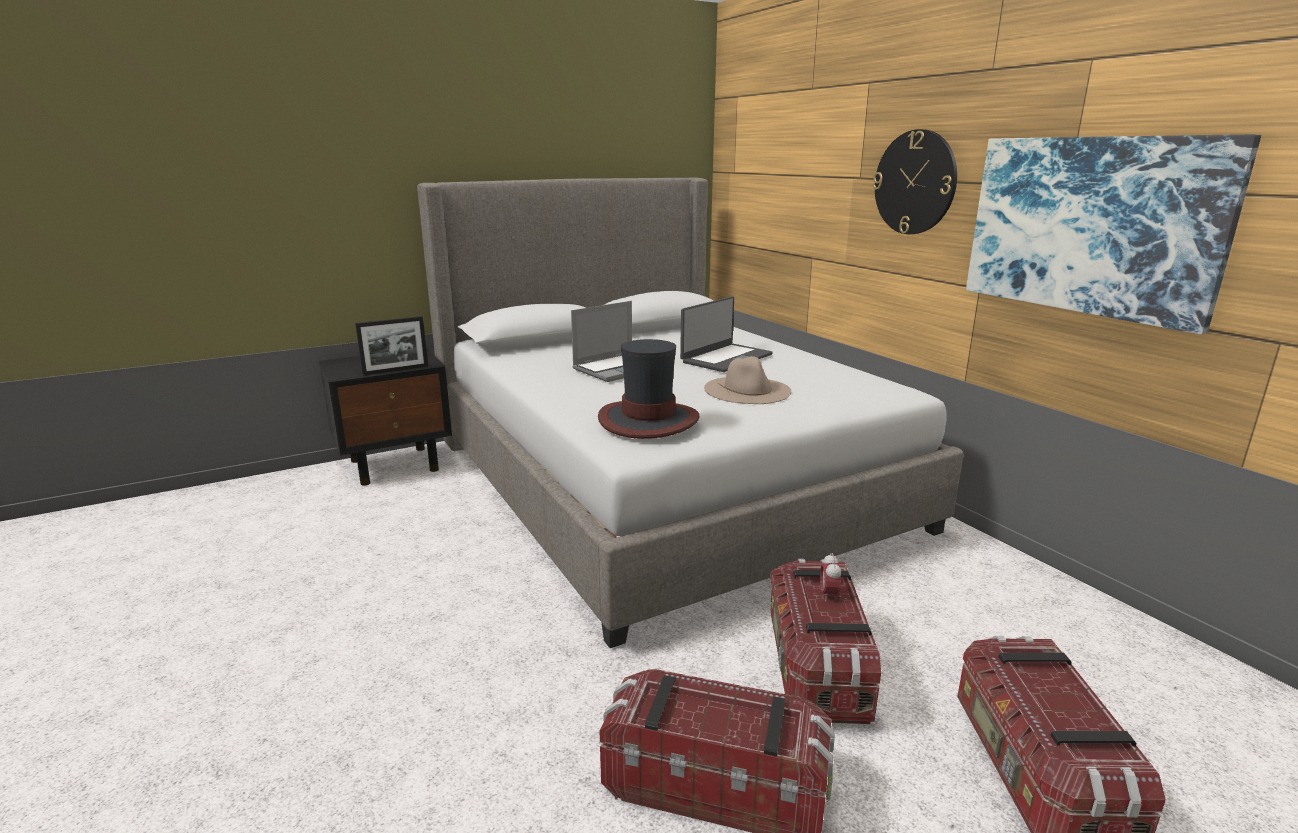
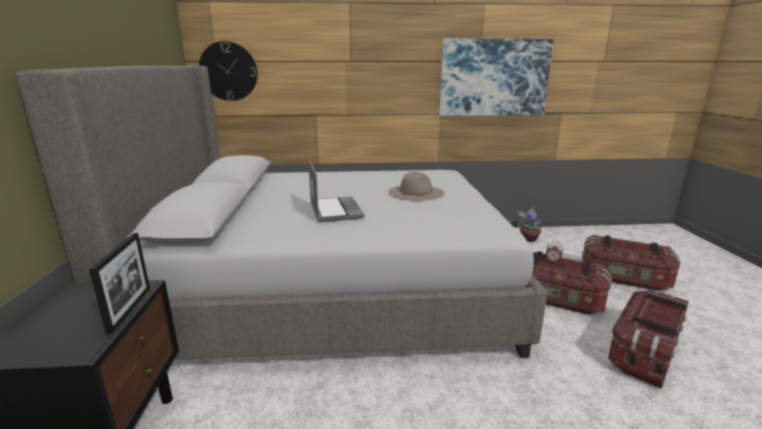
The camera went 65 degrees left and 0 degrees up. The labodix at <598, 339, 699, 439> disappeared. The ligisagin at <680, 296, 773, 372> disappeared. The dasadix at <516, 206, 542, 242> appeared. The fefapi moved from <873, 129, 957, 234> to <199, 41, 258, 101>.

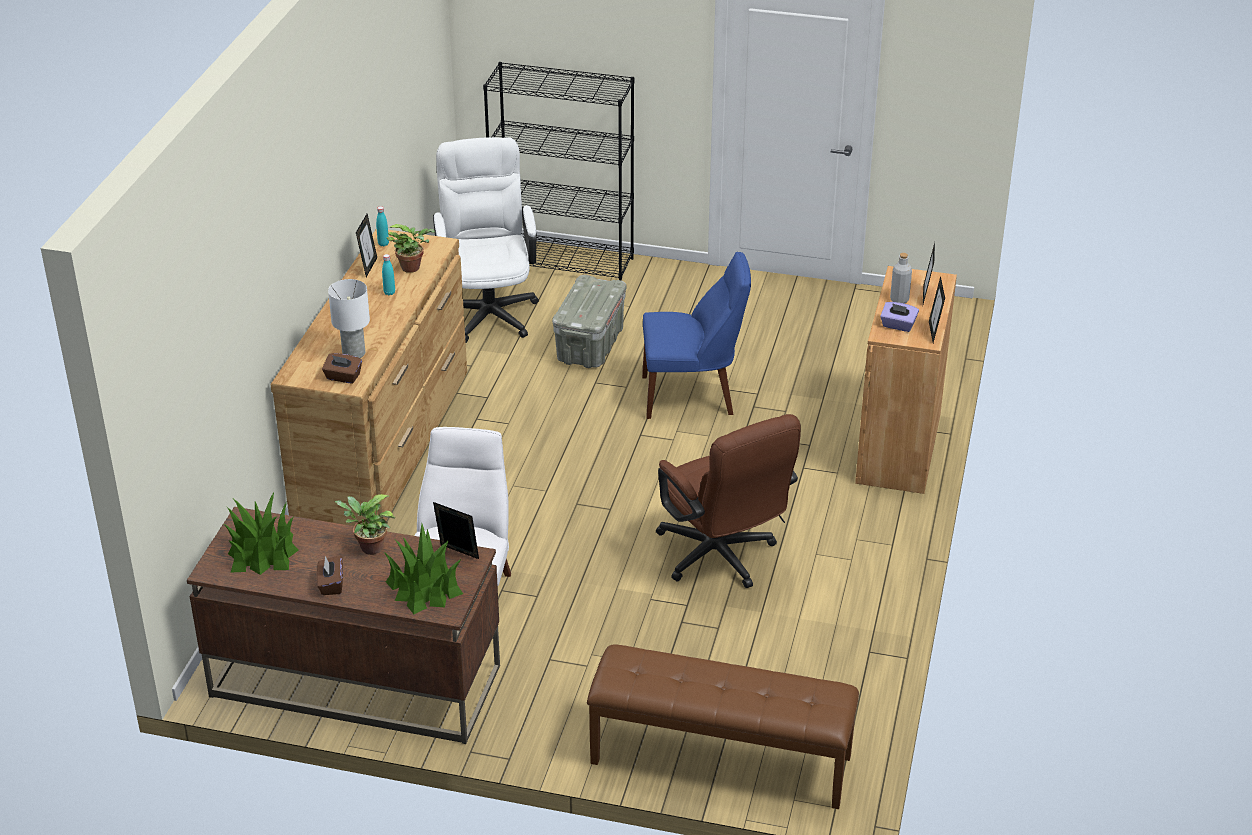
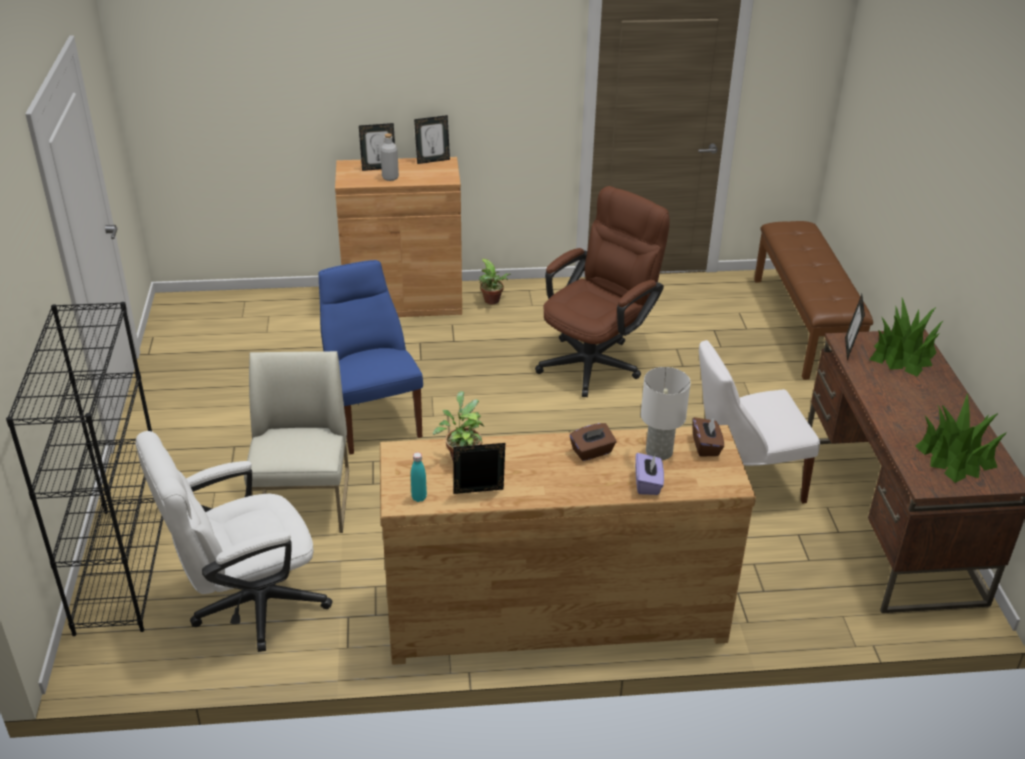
The camera went 110 degrees left and 0 degrees up. The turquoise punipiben at <382, 254, 395, 295> disappeared. The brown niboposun moved from <317, 555, 343, 595> to <570, 423, 617, 461>. The dasadix moved from <334, 494, 395, 555> to <479, 259, 510, 304>. The purple niboposun moved from <880, 302, 919, 332> to <635, 453, 664, 495>. The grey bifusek at <552, 275, 626, 368> was replaced by the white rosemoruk at <244, 351, 349, 533>.

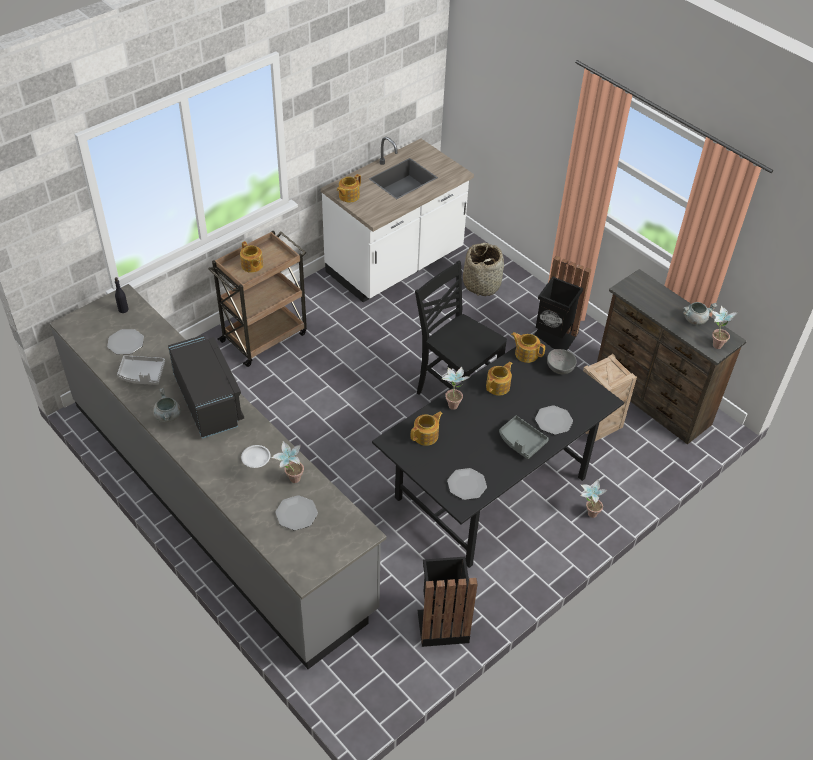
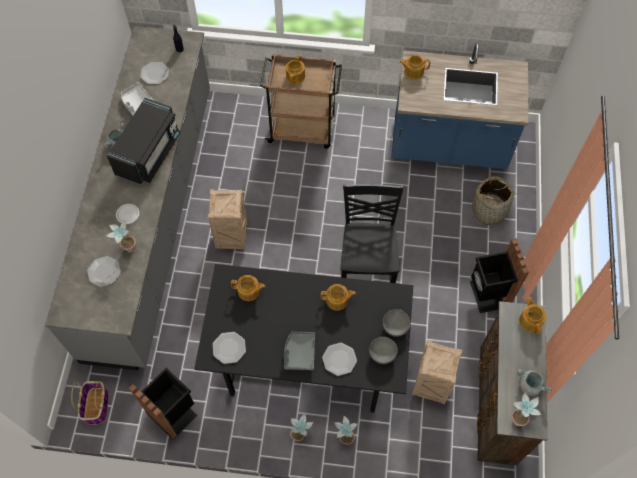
The camera went 50 degrees right and 15 degrees up. The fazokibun at <71, 381, 108, 425> appeared. The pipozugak at <208, 189, 247, 249> appeared. The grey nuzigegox at <369, 337, 398, 364> appeared. The dasadix moved from <442, 366, 469, 410> to <290, 414, 313, 441>. The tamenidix moved from <511, 332, 545, 363> to <519, 297, 546, 334>. The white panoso at <321, 137, 474, 302> became the blue panoso at <392, 43, 528, 169>.

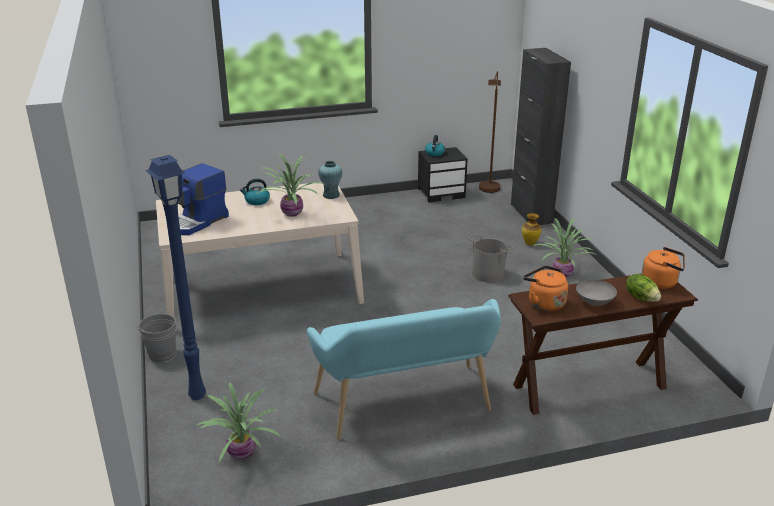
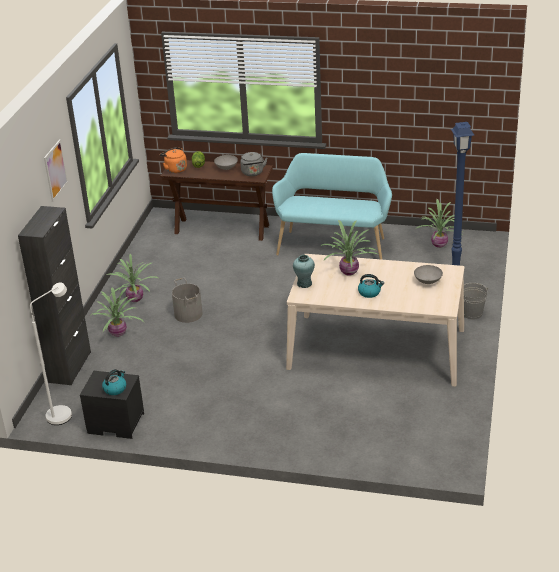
The camera went 150 degrees left and 5 degrees up. The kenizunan at <44, 139, 68, 202> appeared. The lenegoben at <178, 163, 229, 235> was replaced by the grey nuzigegox at <414, 265, 443, 284>. The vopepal at <522, 213, 541, 245> was replaced by the dasadix at <91, 287, 144, 337>. The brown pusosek at <479, 71, 501, 193> became the white pusosek at <30, 282, 72, 425>. The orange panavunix at <523, 266, 568, 311> became the grey panavunix at <240, 152, 267, 176>.

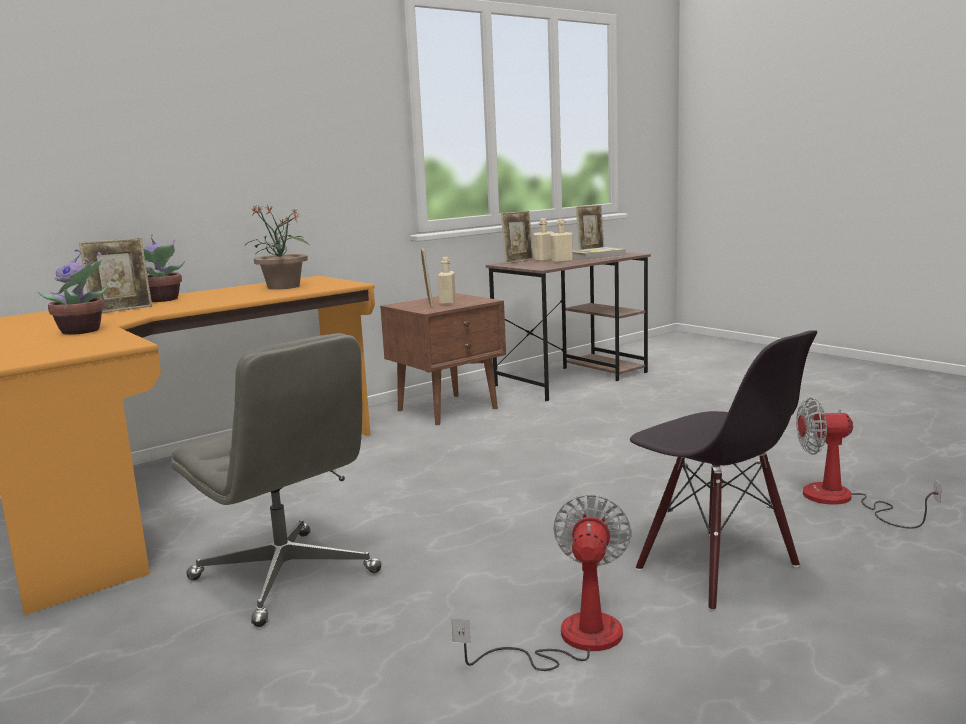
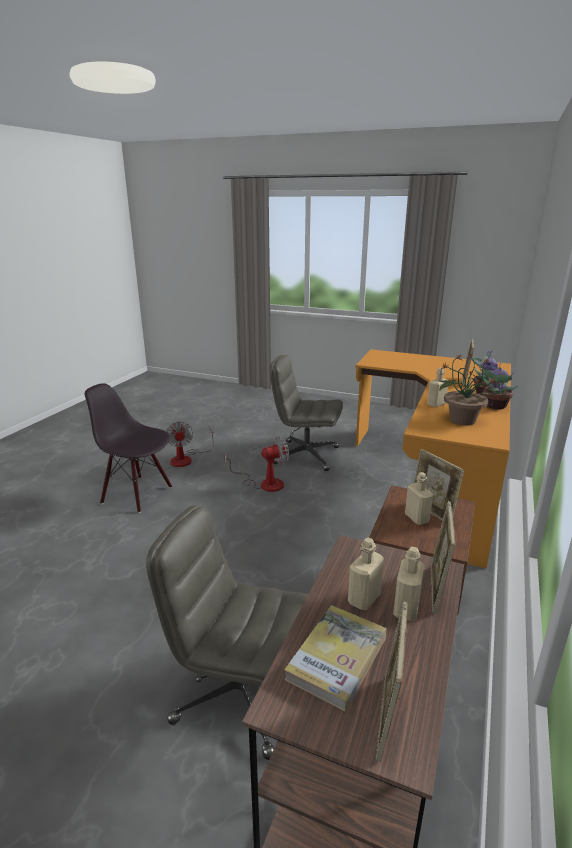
The camera went 150 degrees right and 10 degrees up. The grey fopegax at <146, 505, 308, 760> appeared. The beige punipiben at <427, 368, 448, 407> appeared. The dasadix moved from <37, 249, 109, 335> to <479, 363, 517, 410>. The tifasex moved from <796, 397, 942, 529> to <224, 437, 289, 492>.

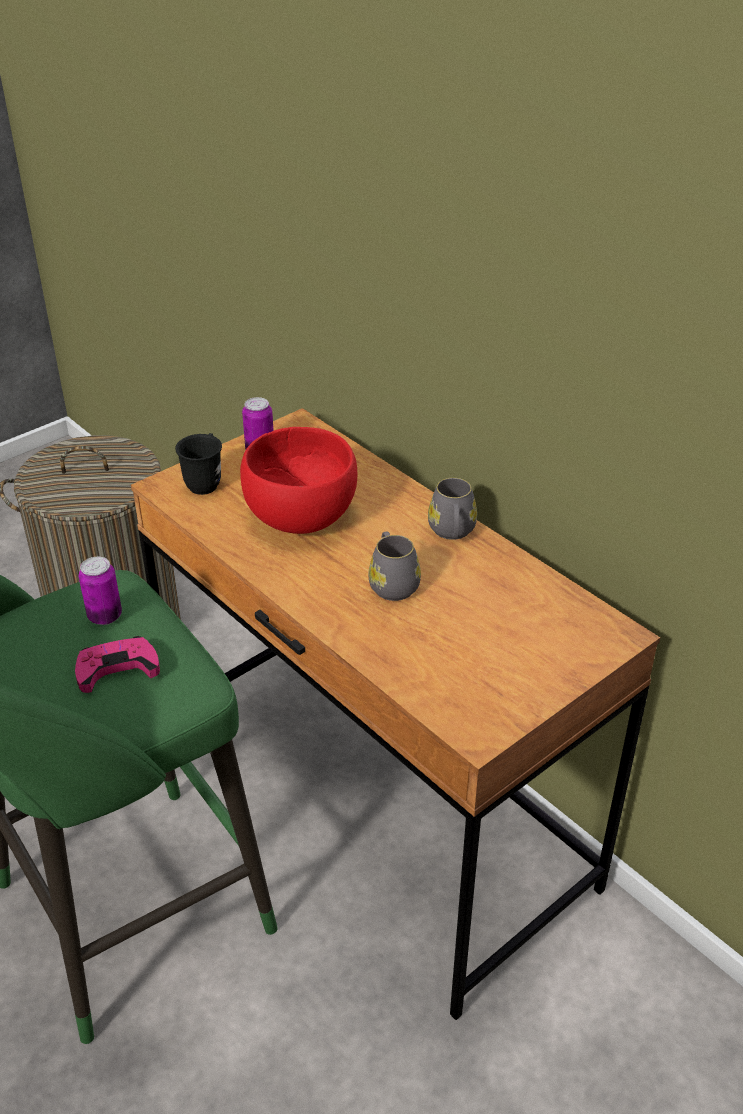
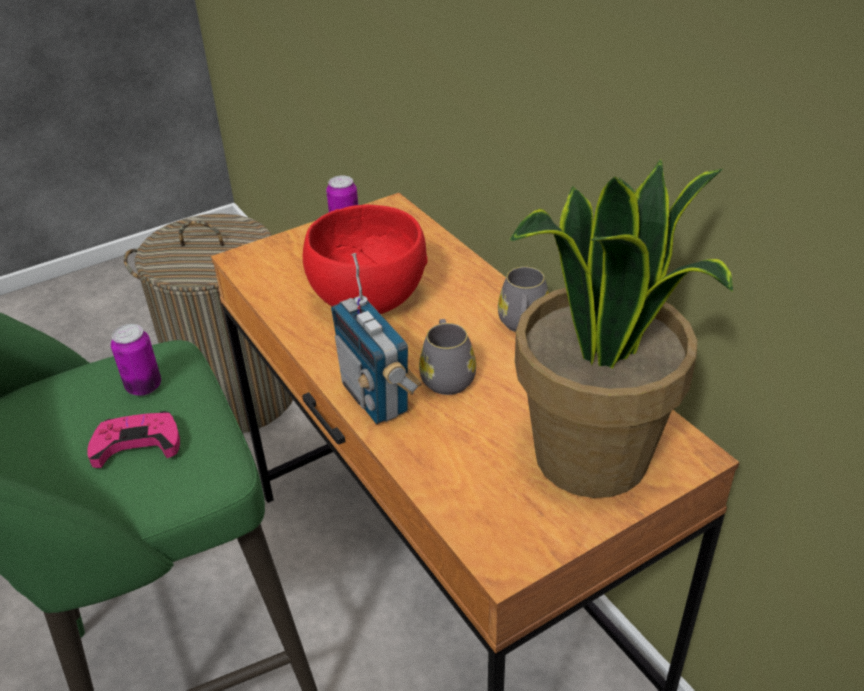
The camera went 10 degrees right and 0 degrees up. The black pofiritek at <175, 433, 222, 495> disappeared. The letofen at <331, 253, 422, 424> appeared. The dasadix at <509, 159, 733, 498> appeared.

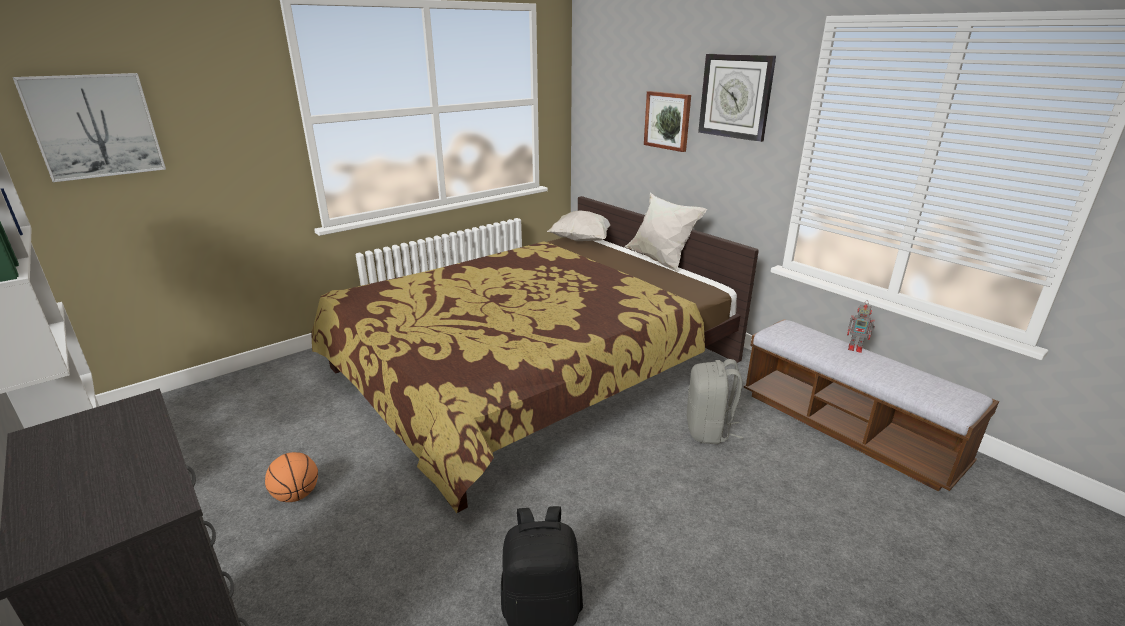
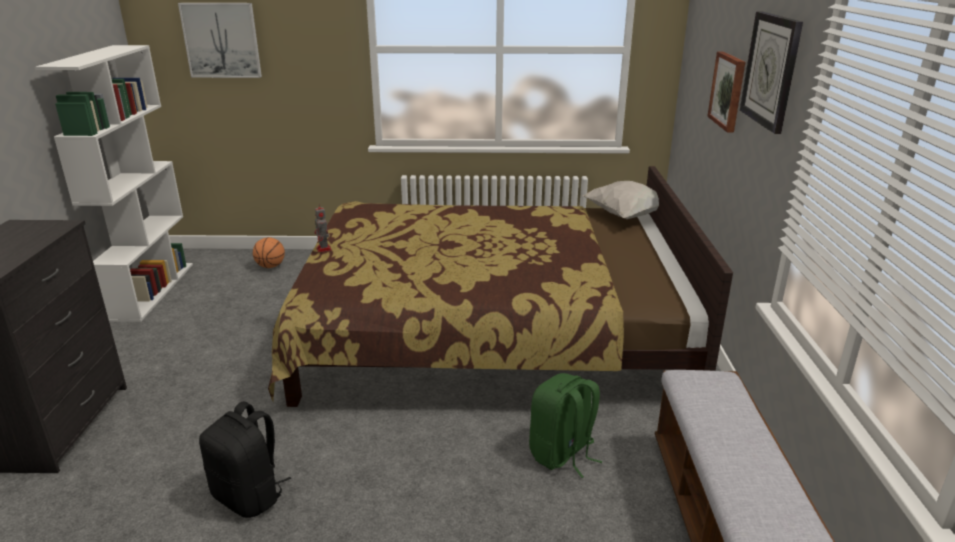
The camera went 40 degrees right and 0 degrees up. The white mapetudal at <625, 192, 707, 272> disappeared. The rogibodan moved from <265, 452, 318, 502> to <253, 237, 285, 268>. The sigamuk moved from <847, 301, 875, 353> to <314, 204, 332, 253>. The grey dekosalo at <686, 359, 743, 445> became the green dekosalo at <529, 373, 602, 478>.

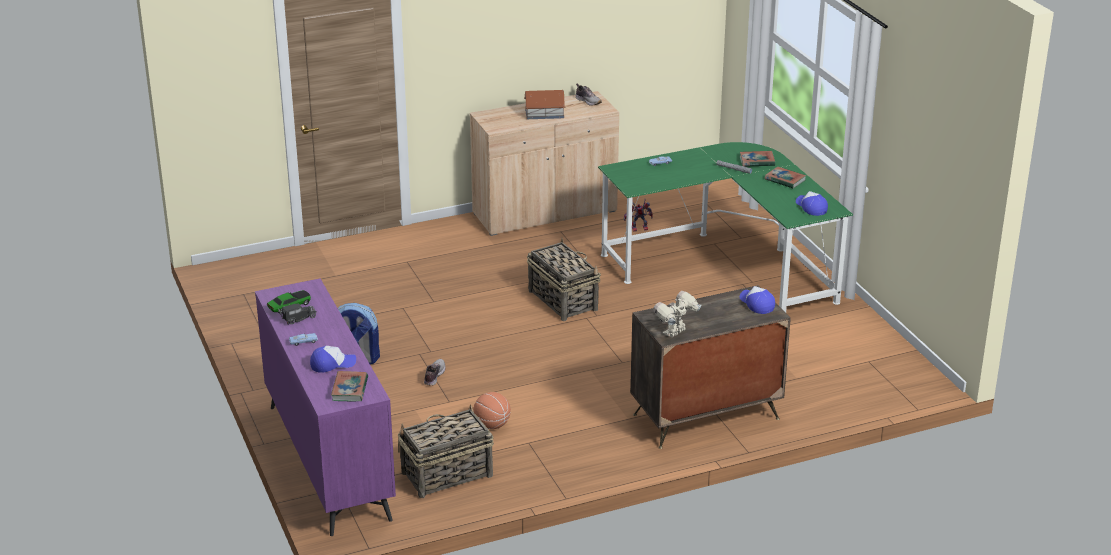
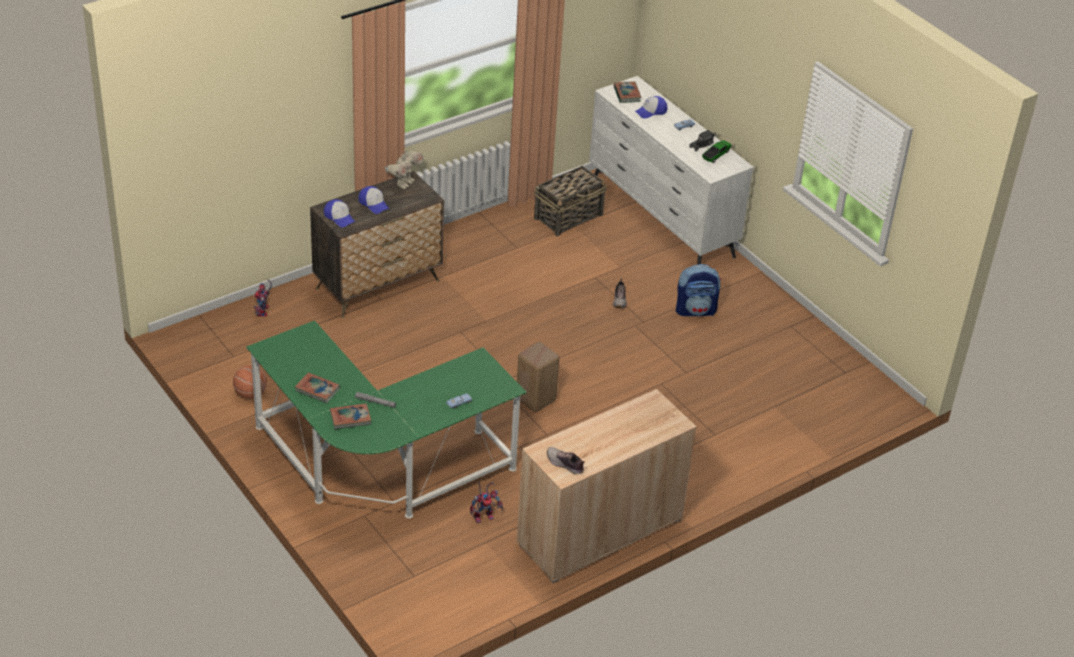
The camera went 165 degrees right and 10 degrees up. The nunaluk at <524, 90, 565, 119> disappeared. The sigamuk at <254, 280, 272, 317> appeared. The rogibodan moved from <473, 392, 511, 429> to <233, 365, 267, 399>. The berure moved from <796, 191, 828, 216> to <358, 186, 389, 214>. The fazokibun at <527, 238, 601, 321> was replaced by the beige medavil at <517, 342, 559, 412>. The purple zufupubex at <255, 279, 396, 536> became the white zufupubex at <589, 76, 754, 265>.

